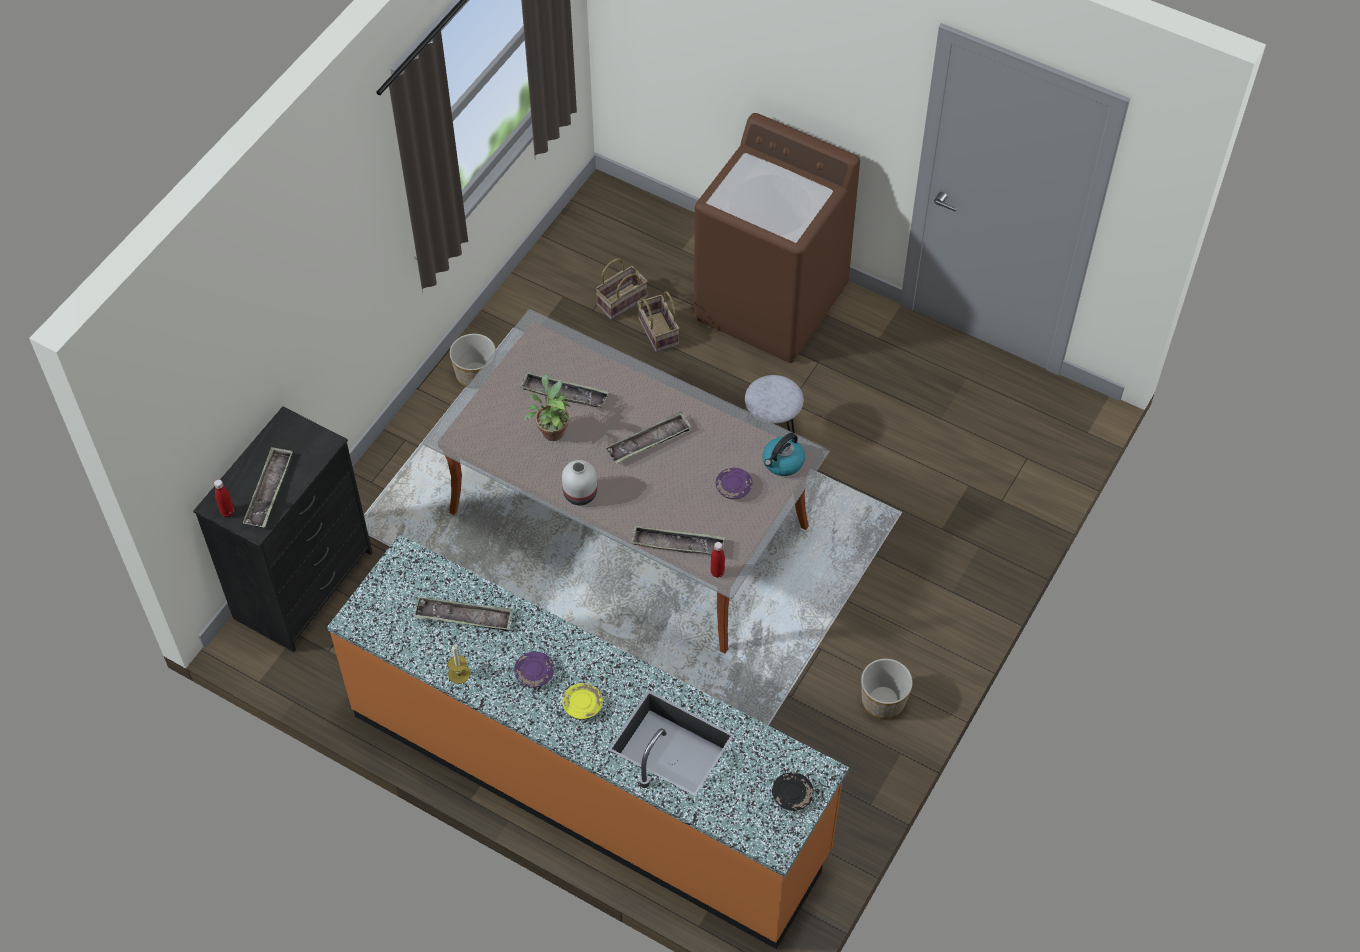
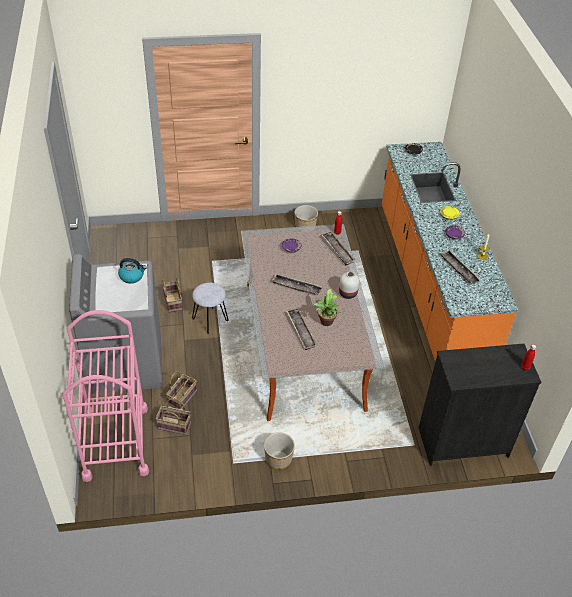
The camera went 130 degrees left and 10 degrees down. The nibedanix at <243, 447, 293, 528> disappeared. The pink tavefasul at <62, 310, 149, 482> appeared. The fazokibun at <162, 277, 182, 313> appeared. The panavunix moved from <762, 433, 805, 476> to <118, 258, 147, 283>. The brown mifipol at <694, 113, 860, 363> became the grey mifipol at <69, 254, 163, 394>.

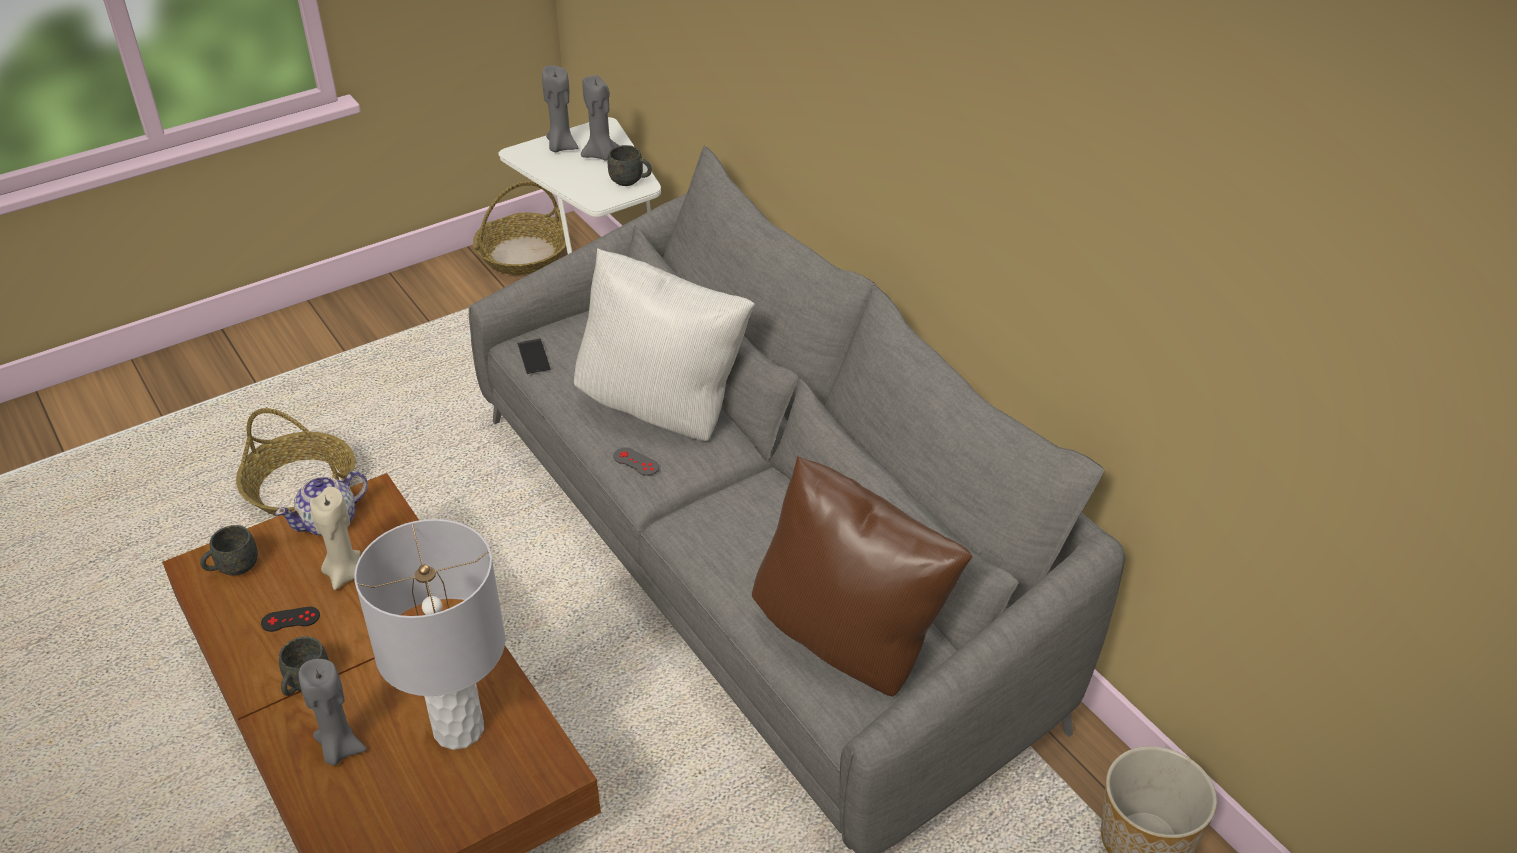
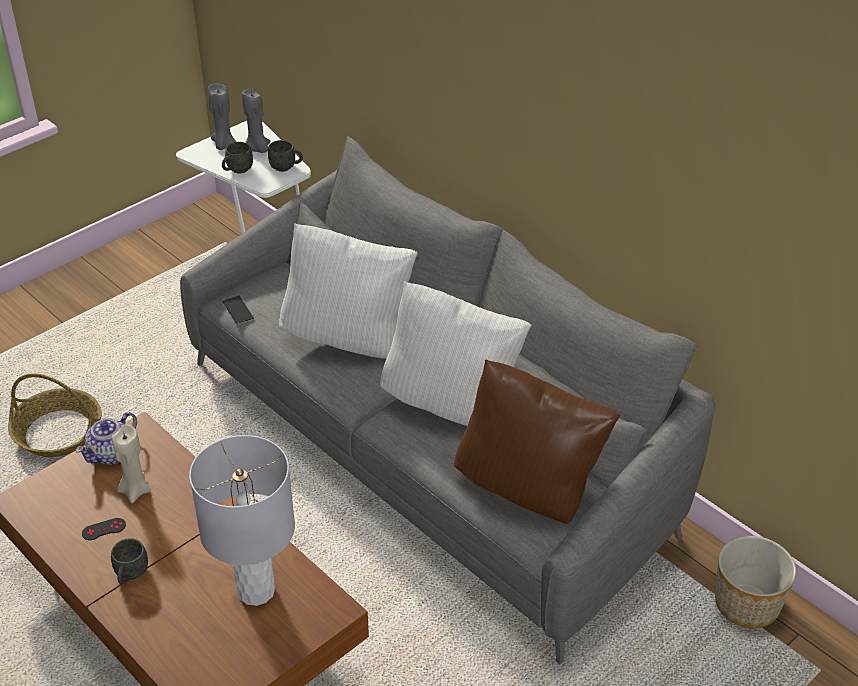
The camera went 10 degrees left and 0 degrees up. The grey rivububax at <299, 659, 367, 765> disappeared. The fazokibun at <473, 181, 566, 275> disappeared. The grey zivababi at <613, 447, 659, 476> disappeared. The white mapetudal at <380, 281, 532, 426> appeared. The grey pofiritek moved from <200, 525, 258, 575> to <222, 142, 253, 174>.

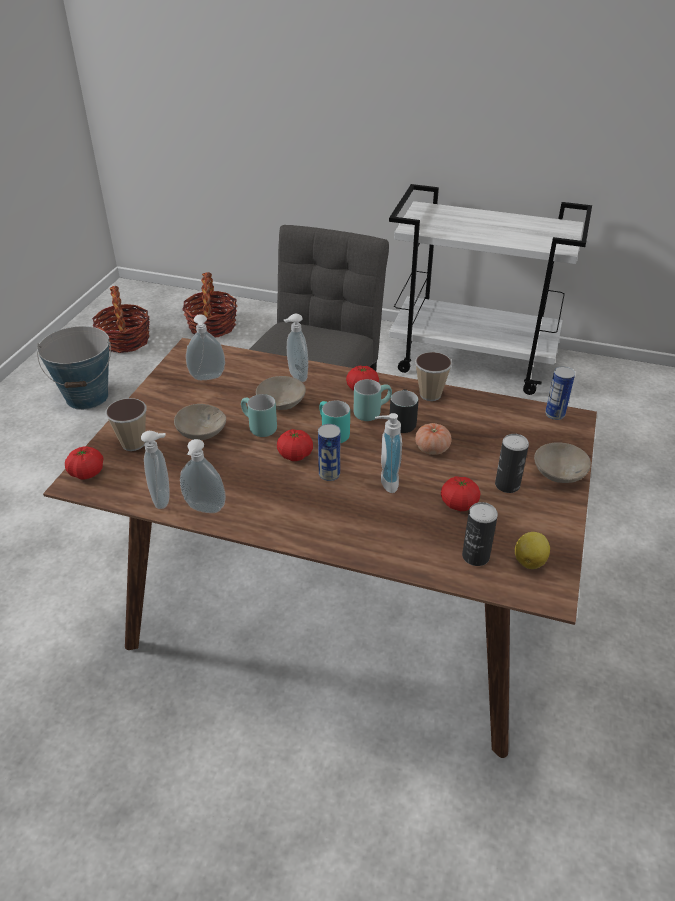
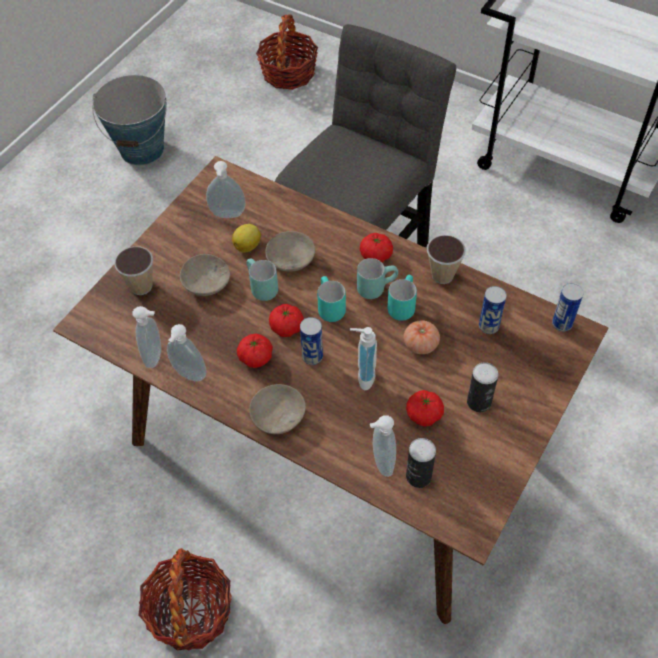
The camera went 15 degrees right and 15 degrees up. The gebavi at <479, 286, 507, 334> appeared. The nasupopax moved from <65, 447, 103, 479> to <237, 334, 273, 368>. The fazokibun moved from <92, 286, 150, 353> to <138, 548, 232, 651>. The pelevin moved from <284, 314, 308, 382> to <370, 415, 396, 477>. The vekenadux moved from <515, 532, 550, 569> to <232, 224, 261, 253>. The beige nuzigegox moved from <534, 442, 591, 483> to <249, 384, 306, 434>. The black pofiritek at <390, 389, 418, 433> became the turquoise pofiritek at <388, 275, 417, 321>.

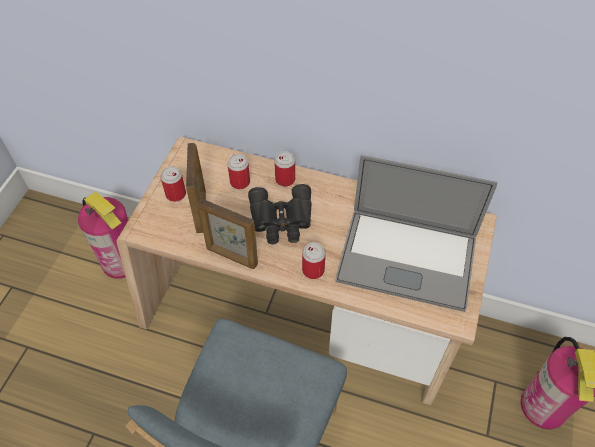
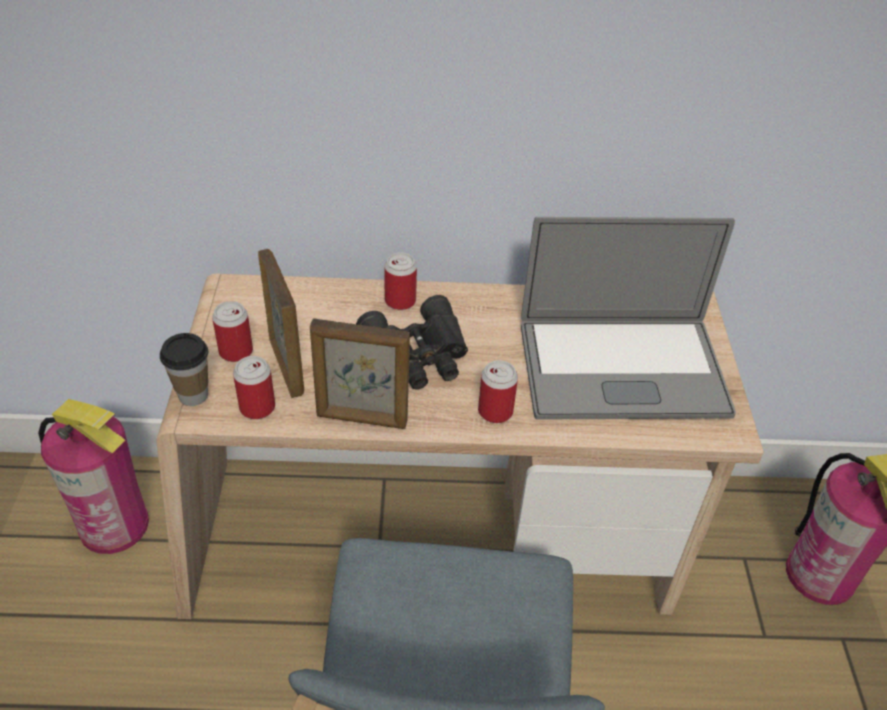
The camera went 20 degrees left and 10 degrees down. The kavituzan at <160, 333, 208, 406> appeared. The gebavi moved from <227, 154, 250, 189> to <233, 356, 275, 419>.

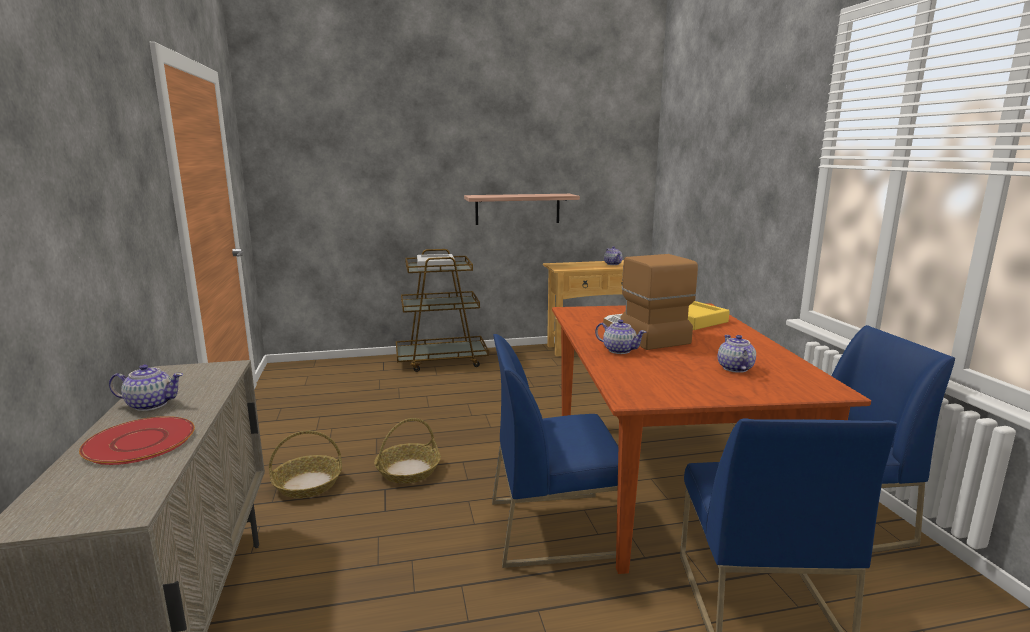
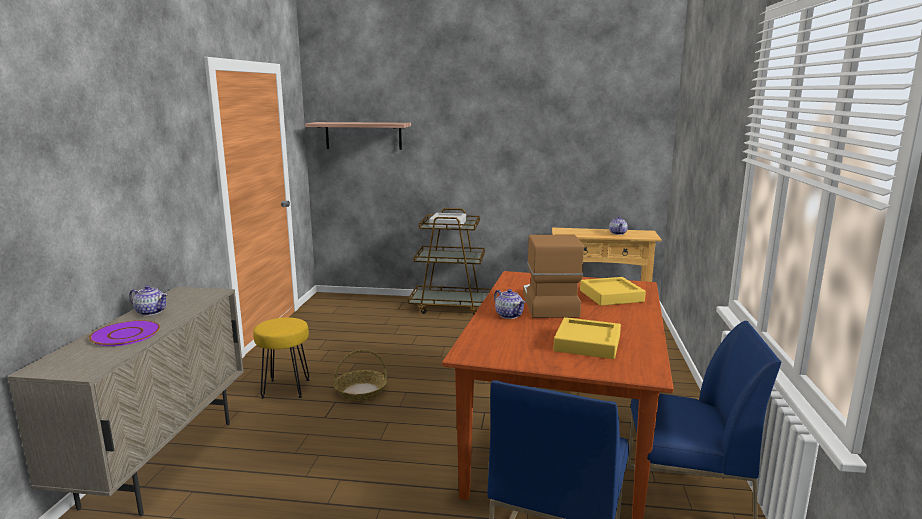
The camera went 20 degrees right and 0 degrees up. The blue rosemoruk at <492, 334, 618, 568> disappeared. The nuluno moved from <464, 194, 580, 225> to <305, 122, 411, 150>. The fazokibun at <269, 431, 342, 498> was replaced by the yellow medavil at <253, 317, 309, 399>. The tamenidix at <718, 335, 756, 373> was replaced by the yellow nibedanix at <553, 317, 621, 359>. The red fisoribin at <79, 416, 195, 465> became the purple fisoribin at <89, 320, 160, 346>.

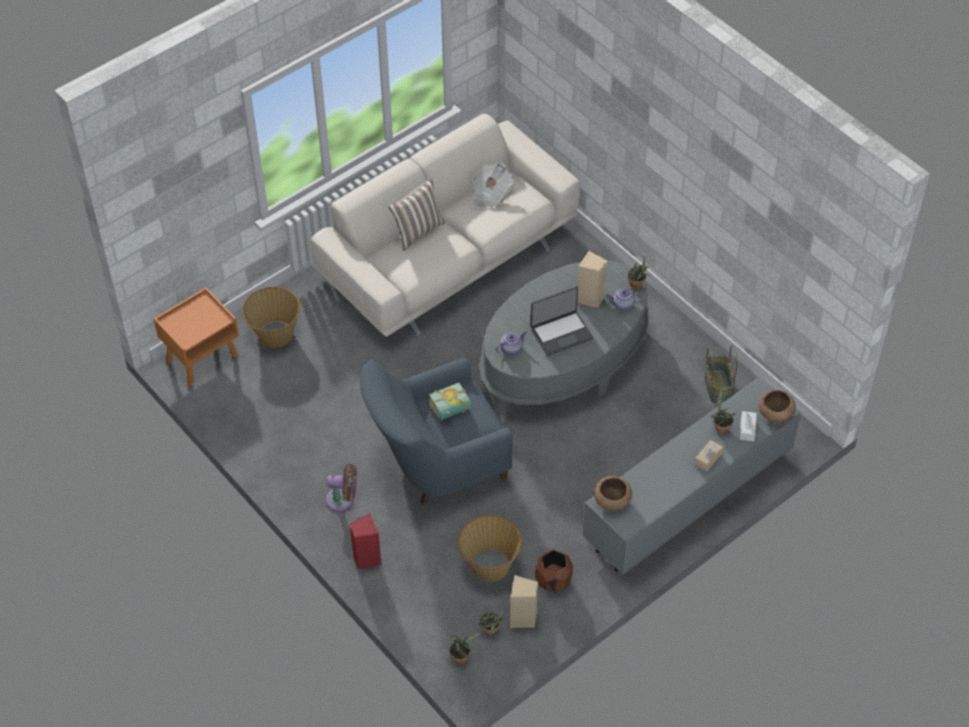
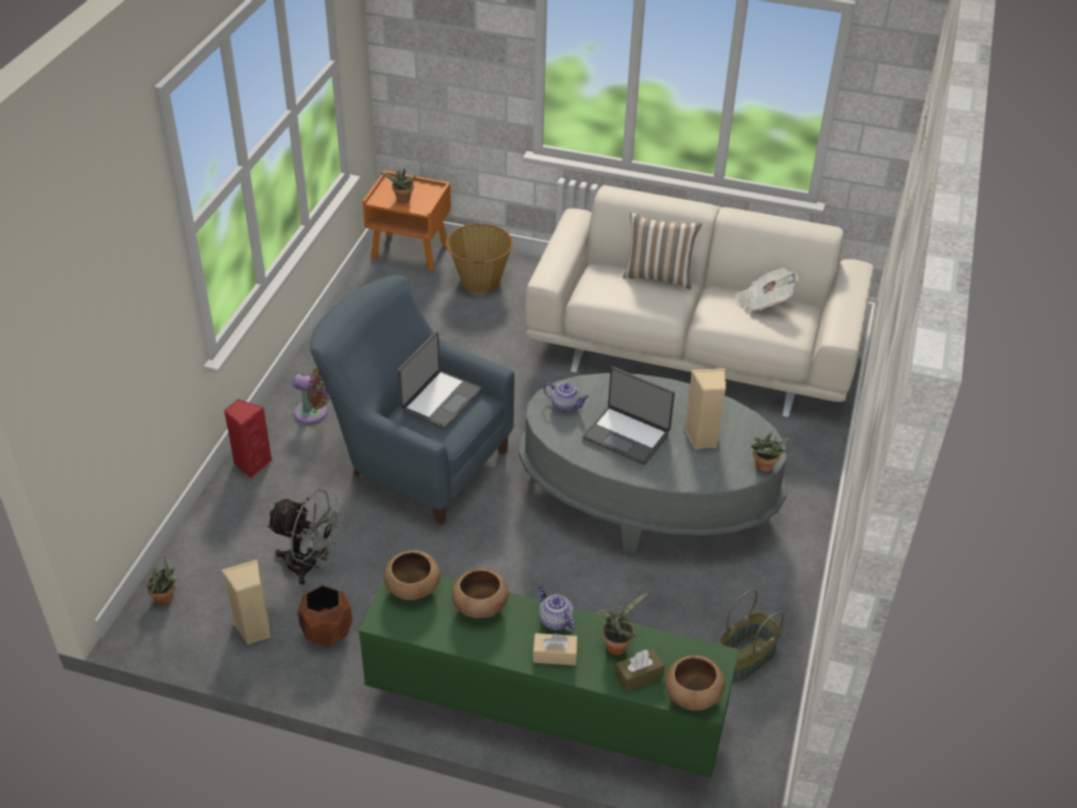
The camera went 55 degrees right and 10 degrees down. The brown nuzigegox at <452, 569, 509, 618> appeared. The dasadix moved from <478, 607, 505, 635> to <380, 169, 416, 203>. The tamenidix moved from <606, 288, 642, 310> to <538, 587, 575, 632>. The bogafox at <429, 383, 471, 420> was replaced by the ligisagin at <397, 332, 482, 430>. The fazokibun at <458, 515, 522, 581> was replaced by the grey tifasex at <266, 489, 343, 585>. The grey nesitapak at <582, 377, 801, 574> became the green nesitapak at <358, 575, 739, 778>. The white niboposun at <739, 411, 757, 441> became the brown niboposun at <615, 649, 665, 692>. The brown tifasex at <326, 464, 357, 512> turned 45 degrees counterclockwise.

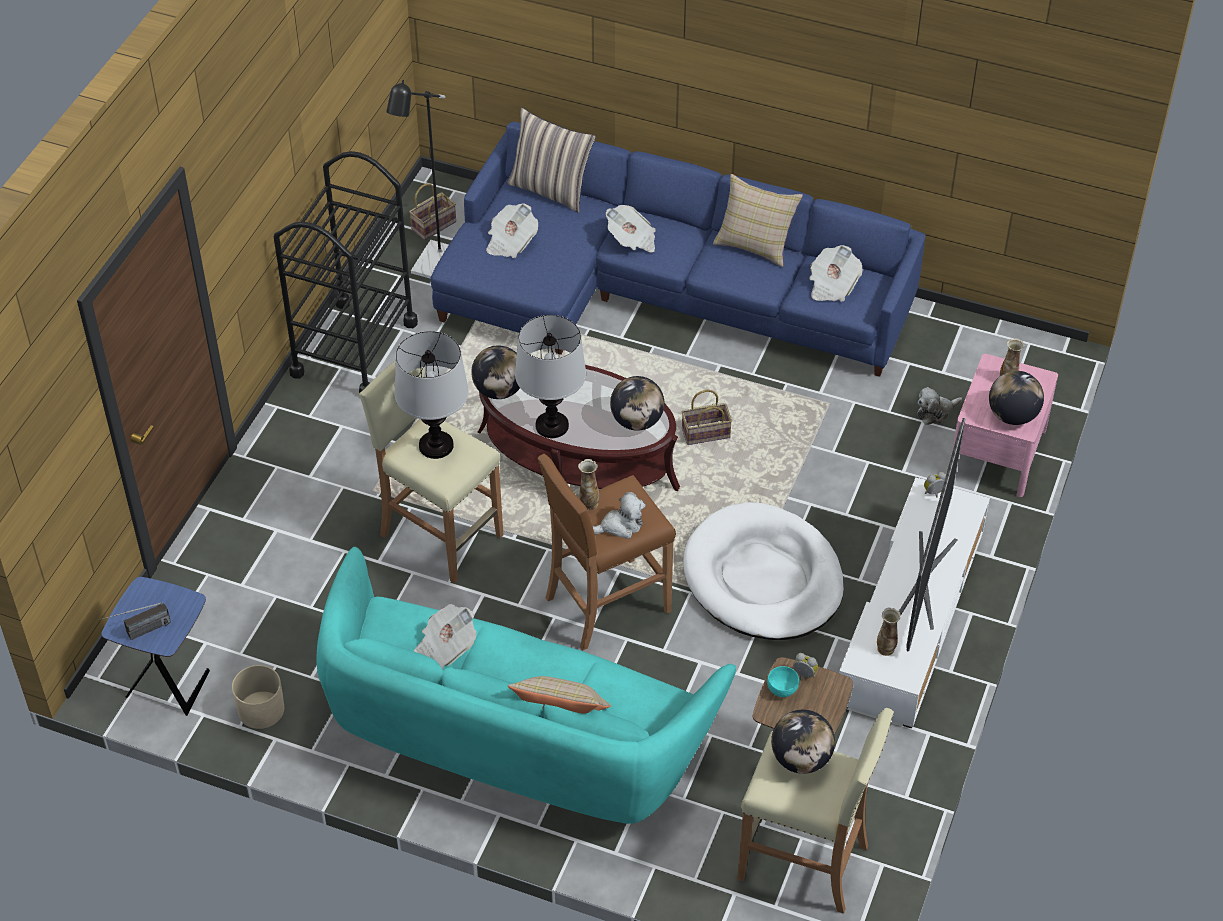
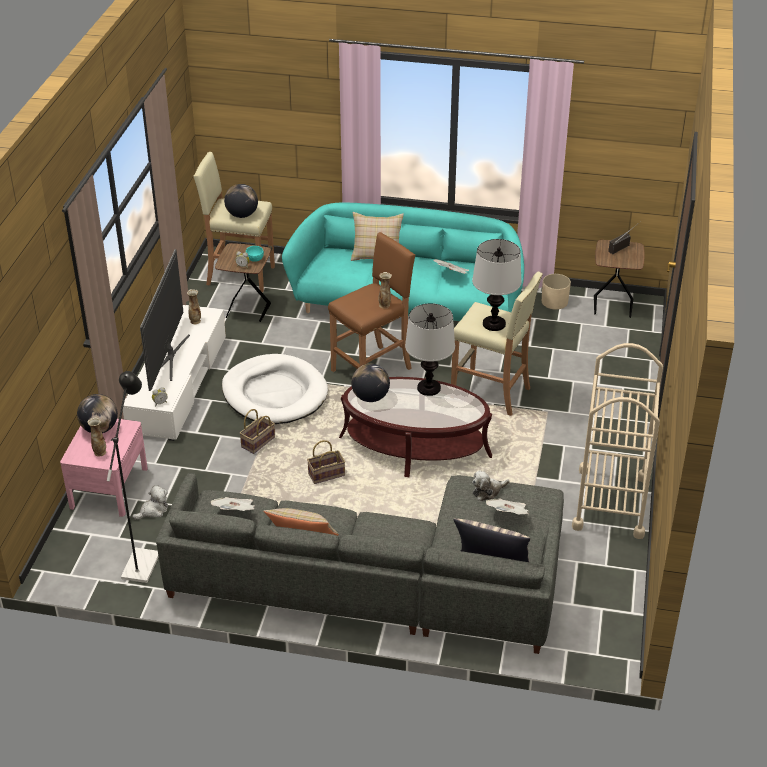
The camera went 170 degrees right and 10 degrees down. The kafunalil at <471, 345, 520, 399> disappeared. The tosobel at <606, 205, 656, 253> disappeared. The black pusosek moved from <386, 80, 449, 279> to <107, 371, 159, 583>. The fazokibun moved from <409, 183, 456, 240> to <240, 409, 275, 454>. The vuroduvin moved from <593, 492, 646, 539> to <472, 470, 509, 501>. The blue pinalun at <102, 577, 210, 716> became the brown pinalun at <594, 240, 644, 318>. The black tavefasul at <274, 151, 418, 393> became the beige tavefasul at <572, 343, 663, 539>. The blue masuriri at <431, 122, 925, 377> became the grey masuriri at <156, 473, 564, 654>.

